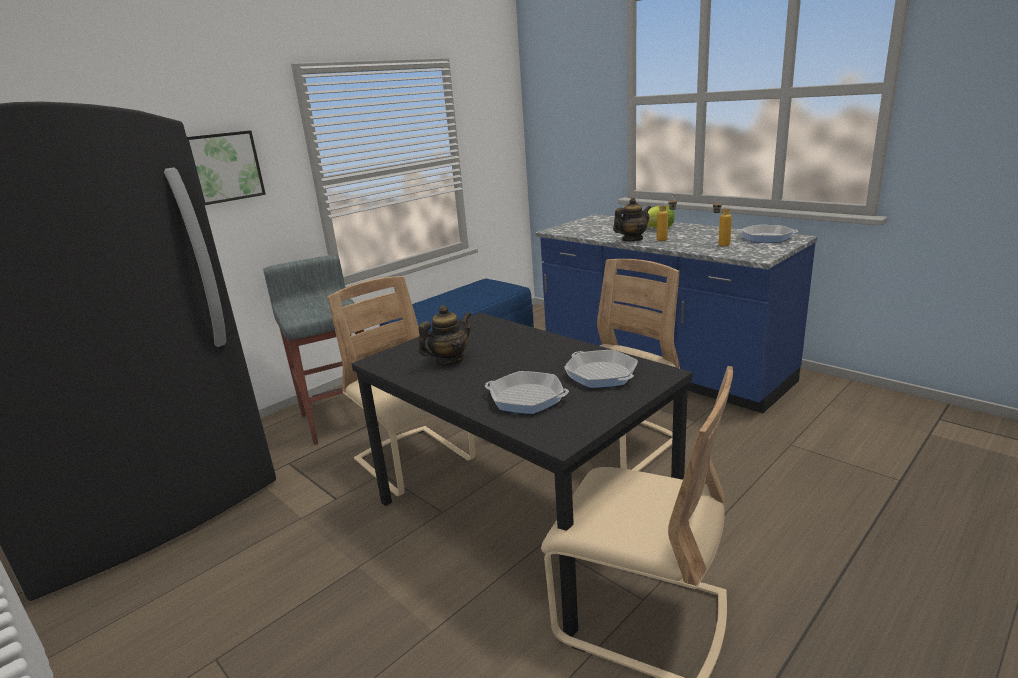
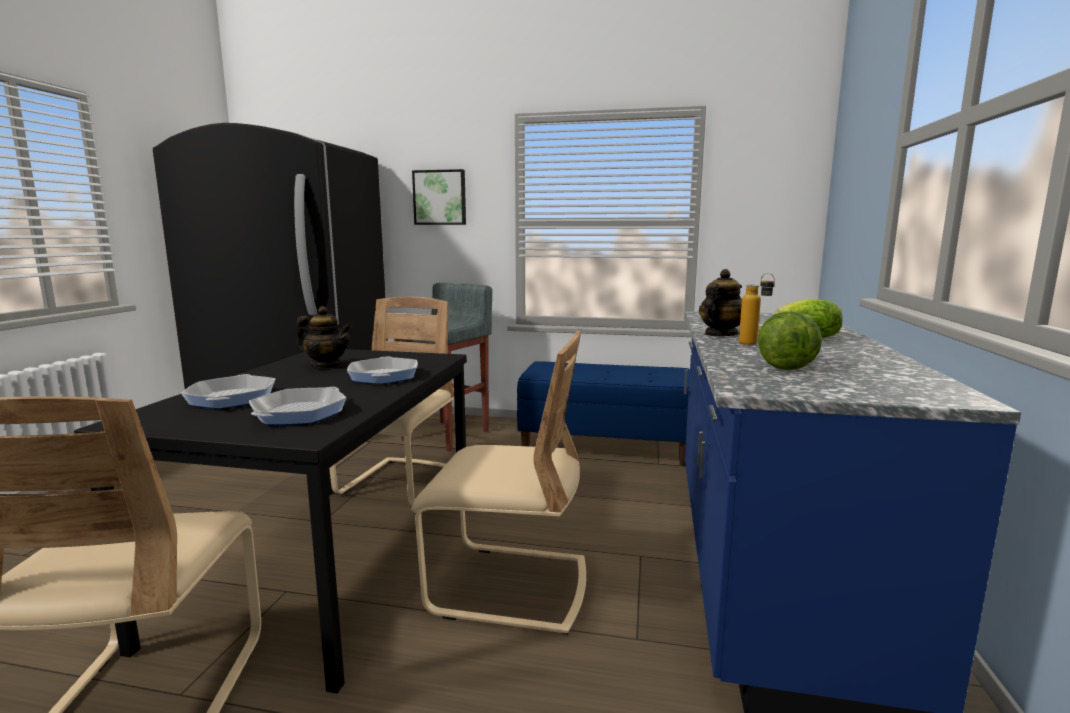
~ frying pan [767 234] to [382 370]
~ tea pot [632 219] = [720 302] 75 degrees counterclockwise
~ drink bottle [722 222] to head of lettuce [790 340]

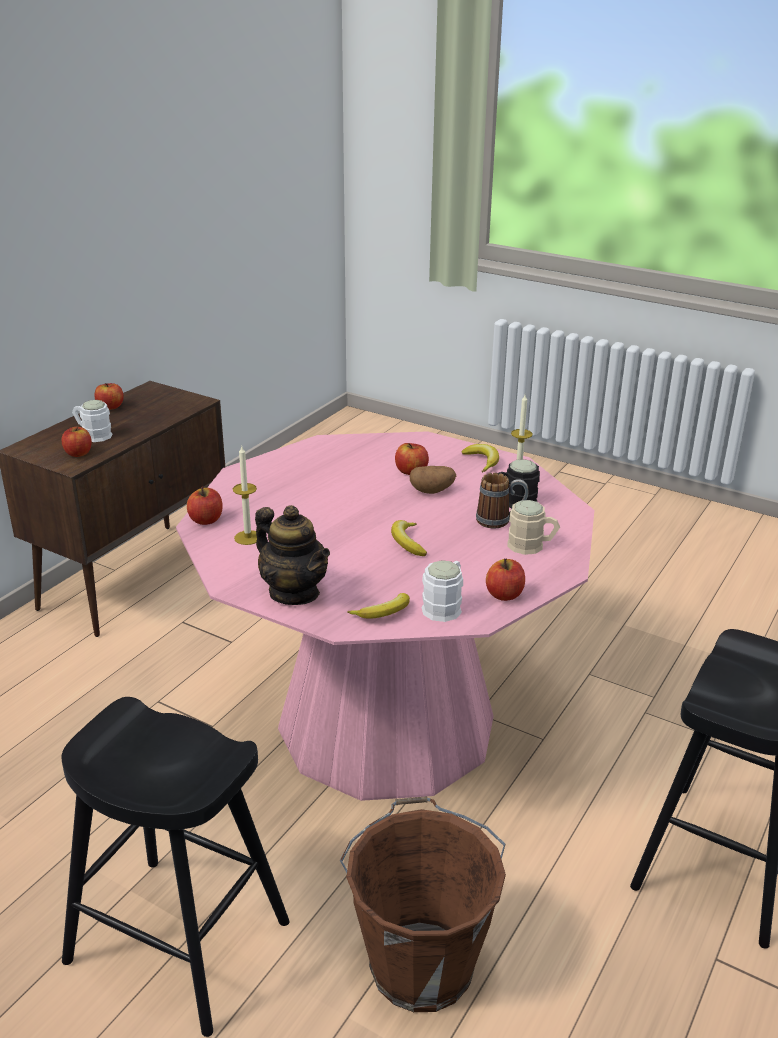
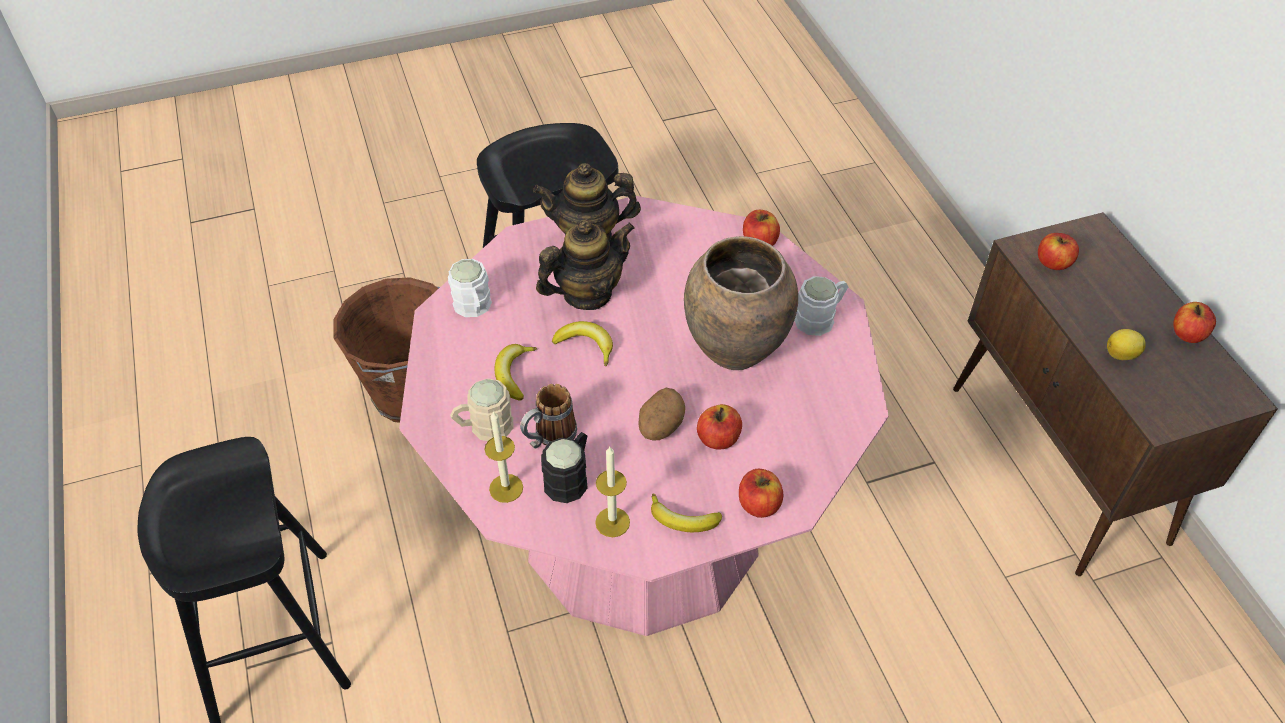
~ wax light [245 495] to [503 456]
~ banana [378 606] to [516 372]
+ tea pot [585 264]
+ flower vase (brownish) [741 303]
~ apple fruit [505 579] to [761 493]
~ tea mug (white-coloured) [92 421] to [821 306]
+ whole lemon [1126 344]

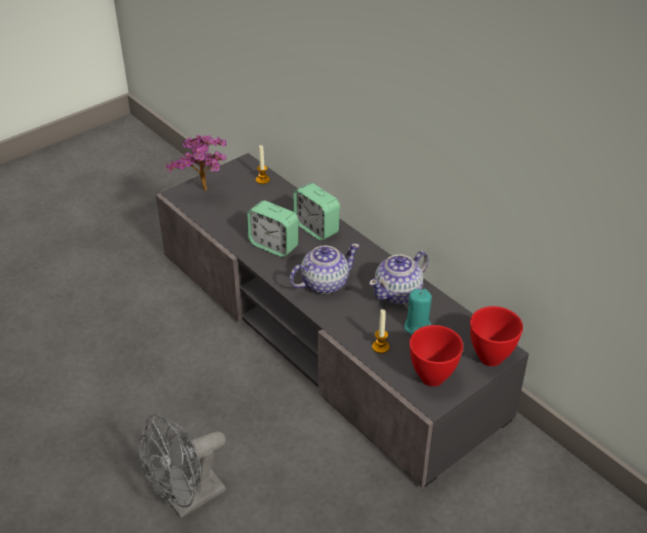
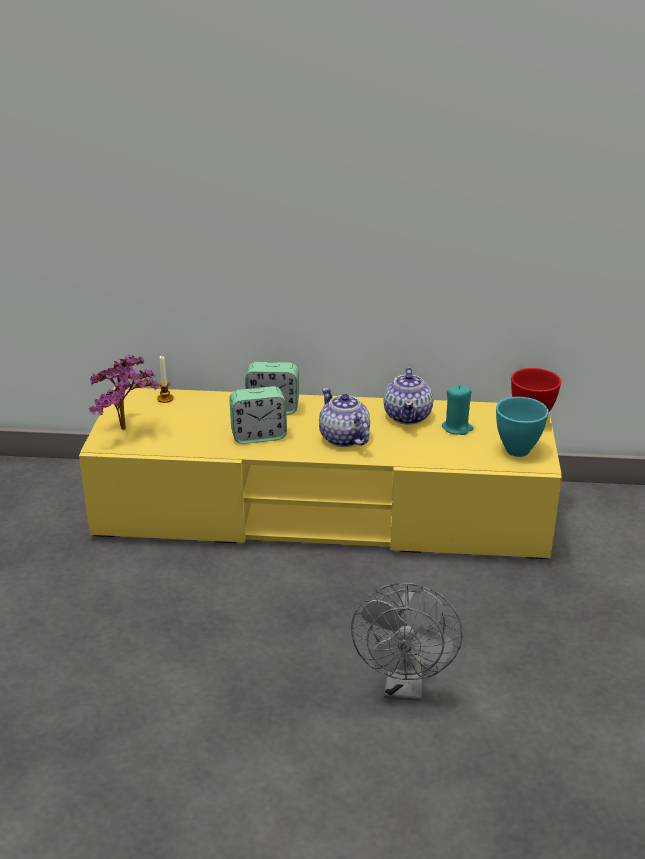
~ tv stand (greyish) [342 320] to tv stand (yellow) [320 473]
~ tea pot [324 268] = [344 417] 45 degrees counterclockwise
~ bowl (reddish) [436 356] to bowl (blue-green) [522 427]
- wax light [381 331]

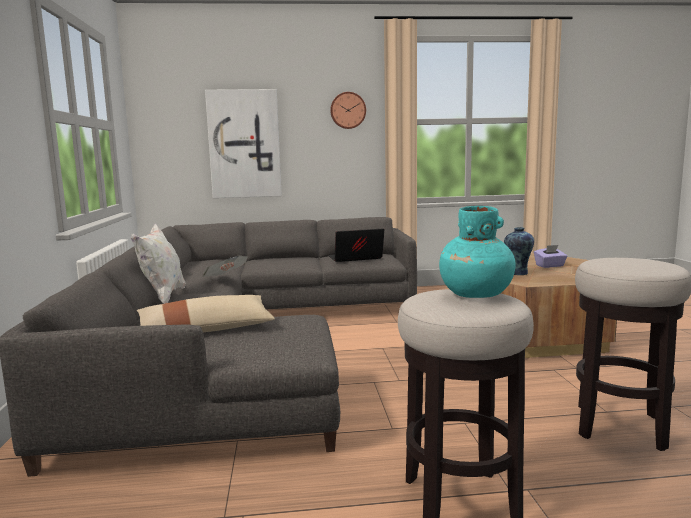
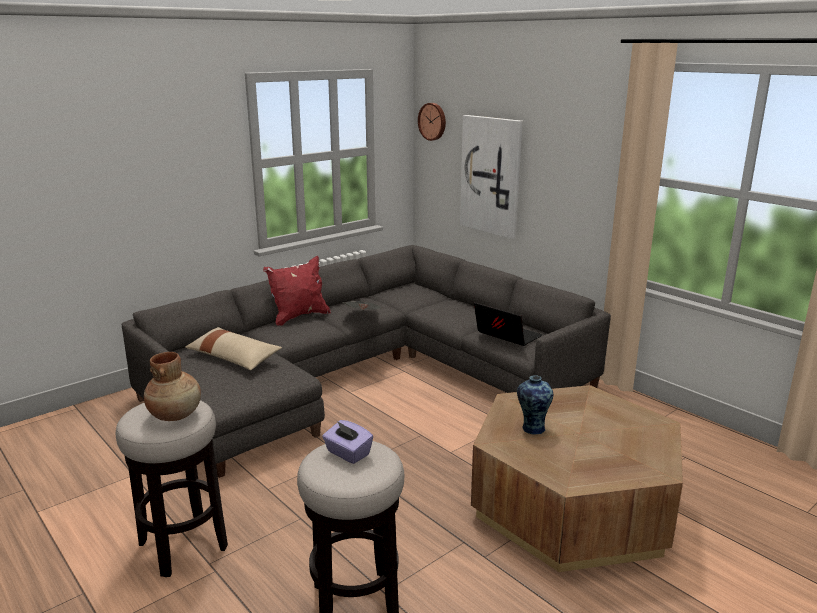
~ flower vase (blue-green) [477 252] to flower vase (brownish) [172 386]
~ cushion (white-coloured) [158 264] to cushion (reddish) [297 291]
~ tissue box (purplish) [551 256] to [347 442]
~ hanging clock [348 110] to [432 122]

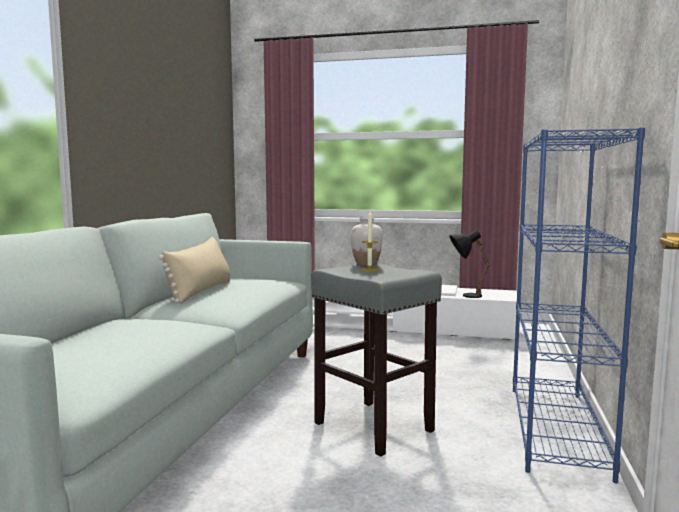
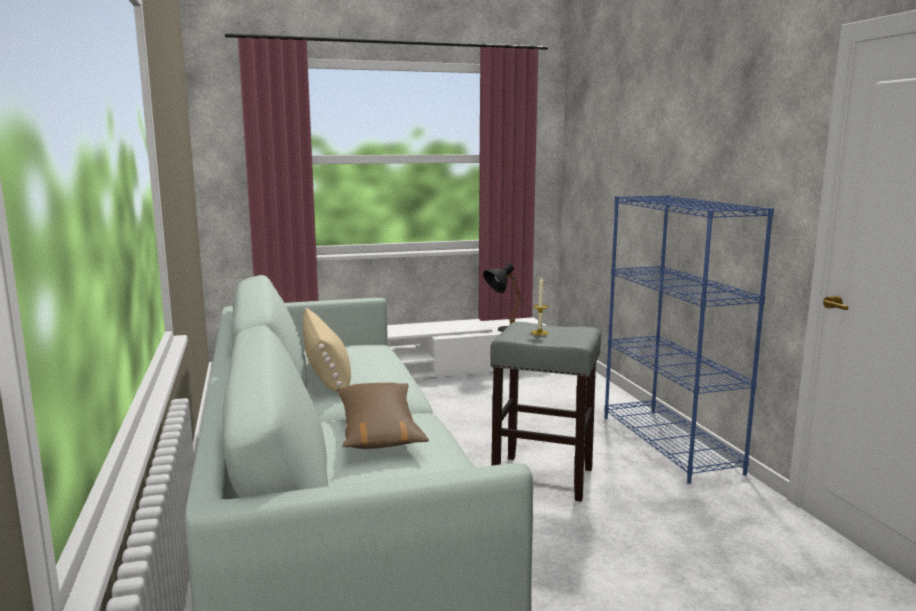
+ cushion (brownish) [383 415]
- flower vase (white-coloured) [367 241]

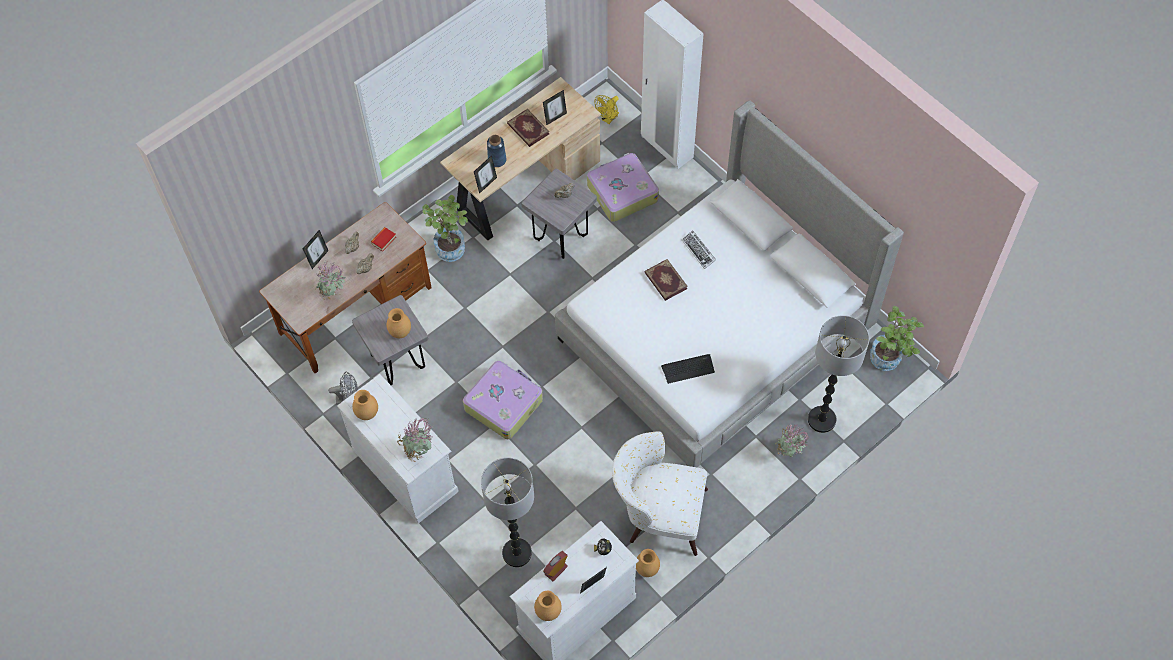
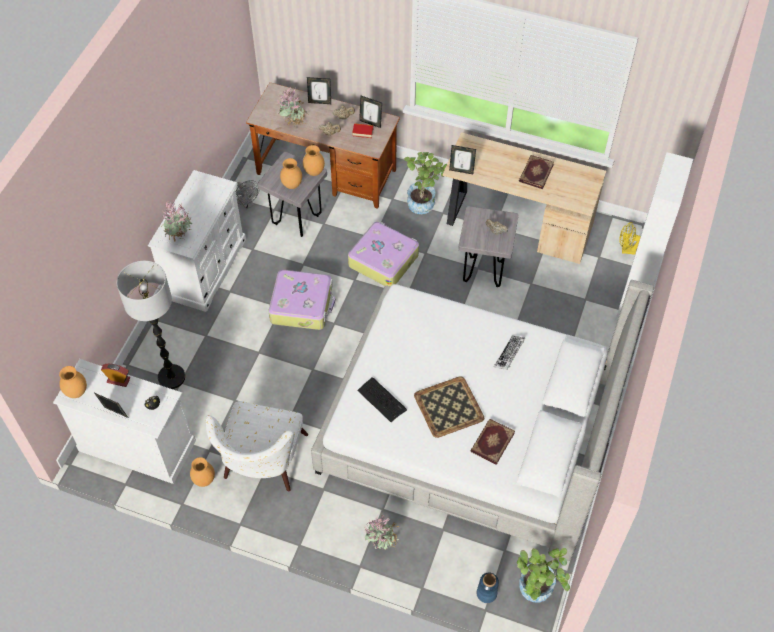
~ easy chair (white-coloured) [660 493] = [257 446] 150 degrees counterclockwise
~ flower vase (brownish) [365 405] to [314 160]
~ piece of luggage [623 187] to [383 254]
~ standing frame [555 107] to [370 111]
+ carrying tray [449 407]
~ volume [666 280] to [492 442]
~ flower vase (bluish) [496 151] to [487 588]
- standing lamp [838 374]

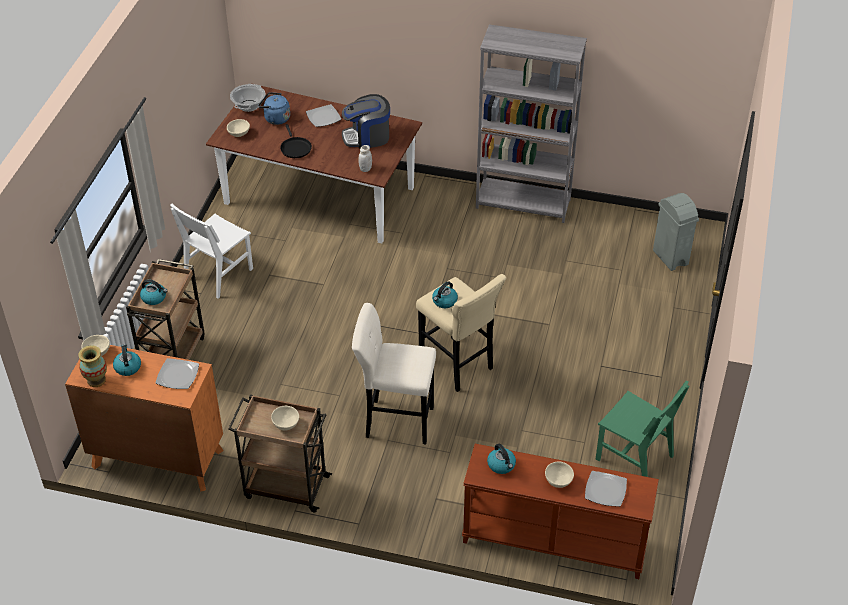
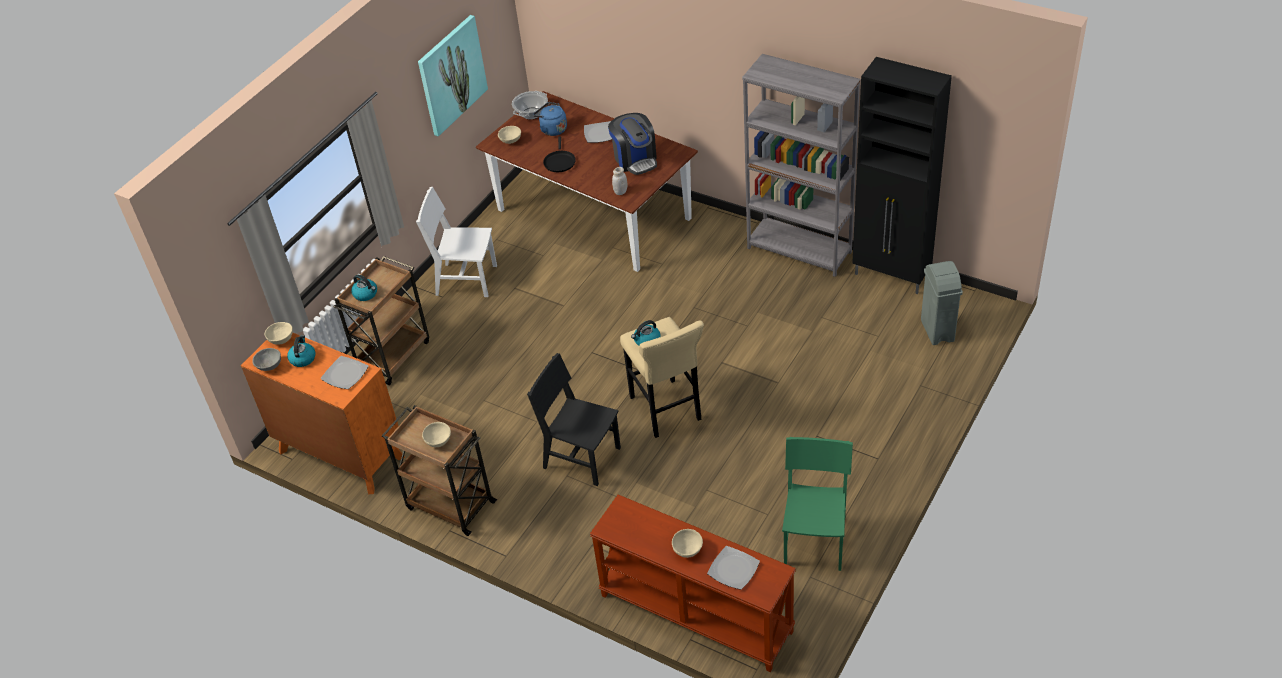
~ flower vase [92 366] to bowl (greyish) [266 359]
~ chair (white-coloured) [211 251] = [456 242] 45 degrees clockwise
+ wall art [453 76]
~ stool (beige) [394 374] to chair (black) [574 419]
~ coffee brewer [366 121] = [632 144] 120 degrees counterclockwise
~ chair (green) [642 428] = [817 504] 135 degrees counterclockwise
+ storage cabinet (black) [902 175]
- water kettle [501 459]

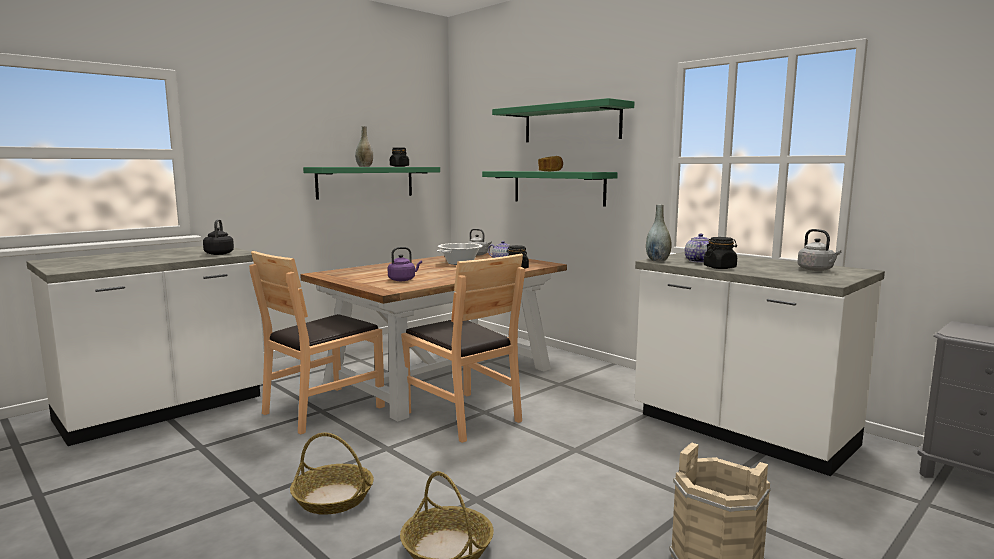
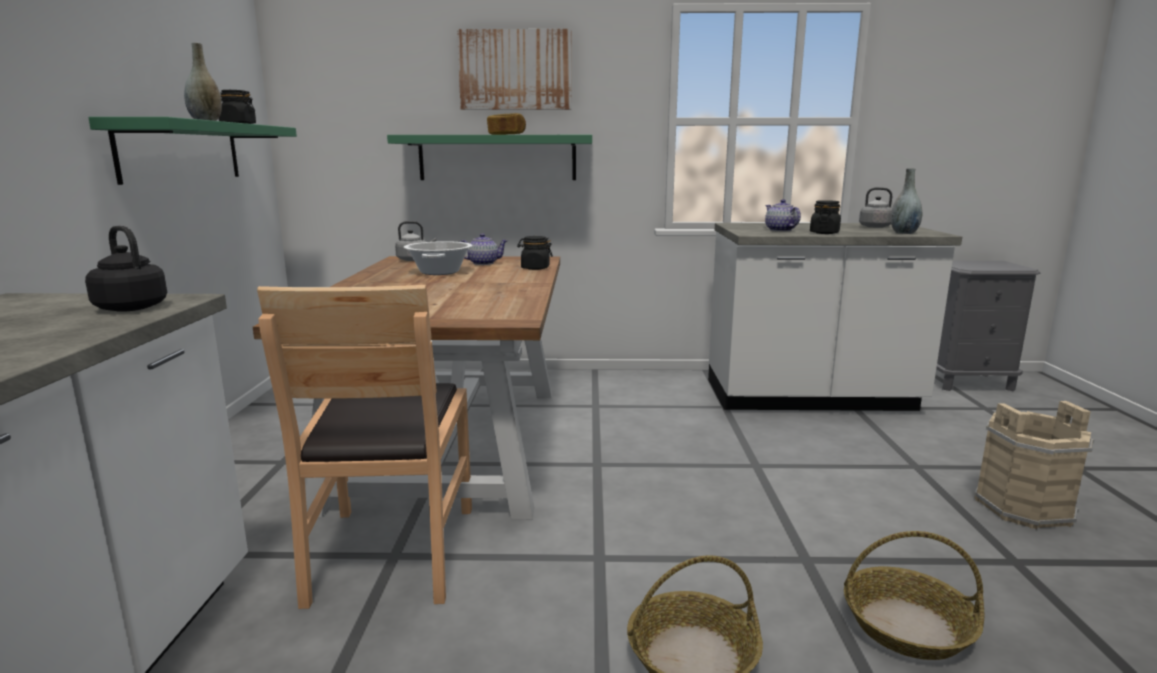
~ bracket shelf (green) [563 120] to wall art [514 69]
~ flower vase (greyish) [659 233] to [906 201]
- water kettle (purplish) [405 264]
- chair (brownish) [463 348]

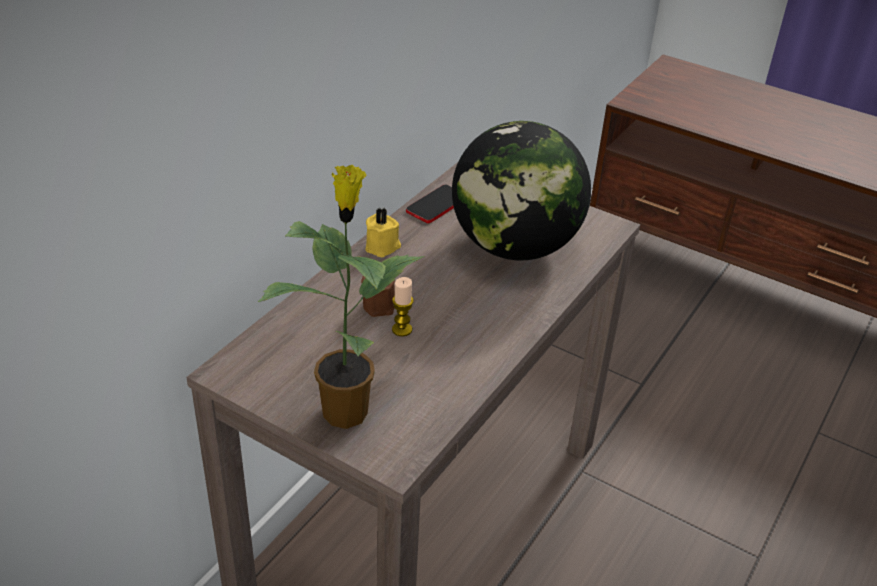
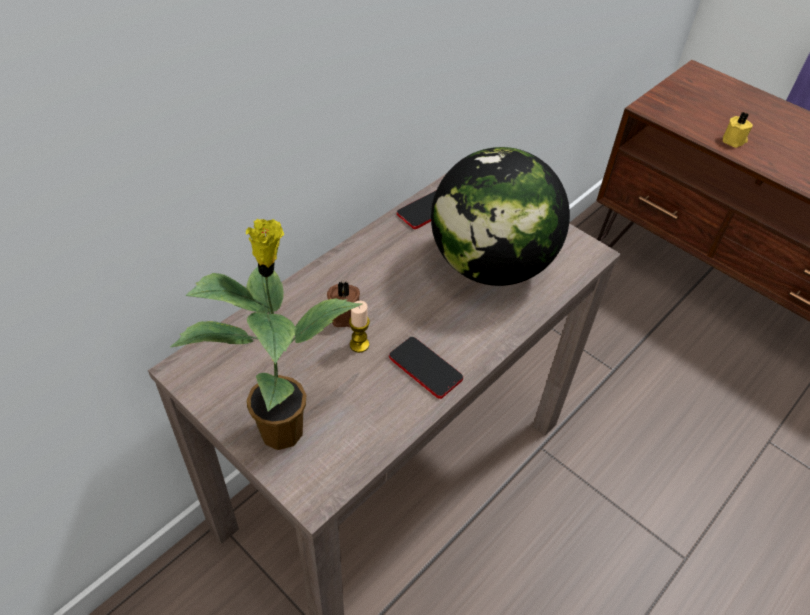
+ phone [426 368]
~ wax light (yellow) [383 232] to [738 130]

